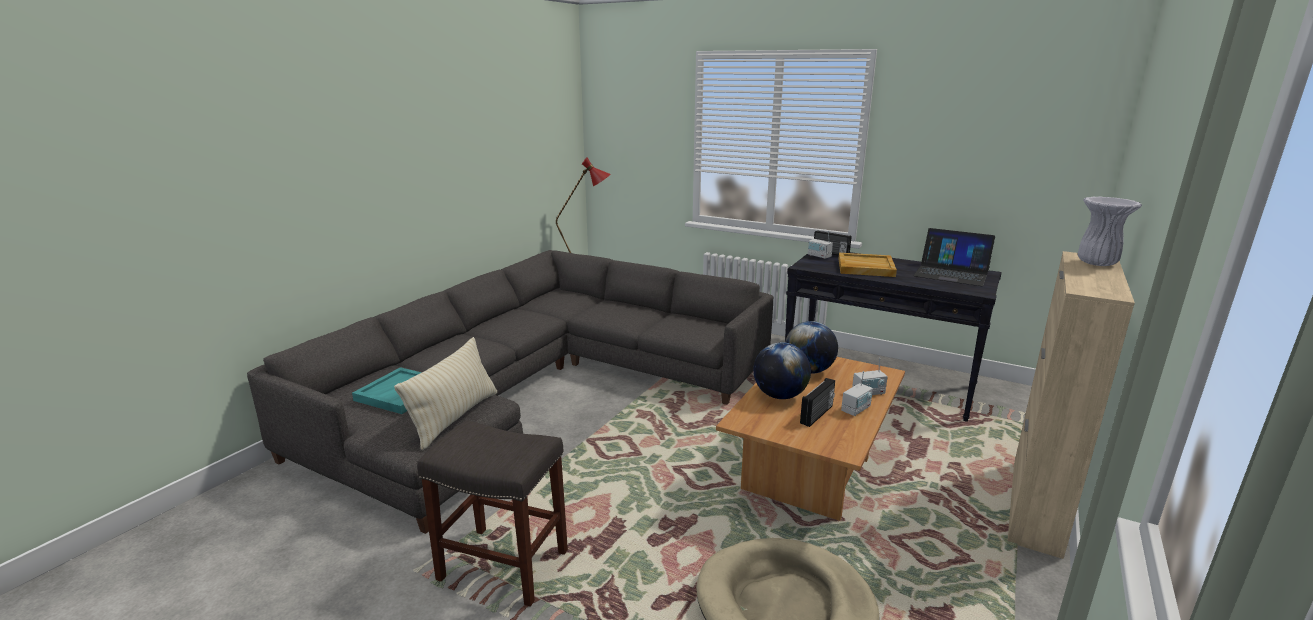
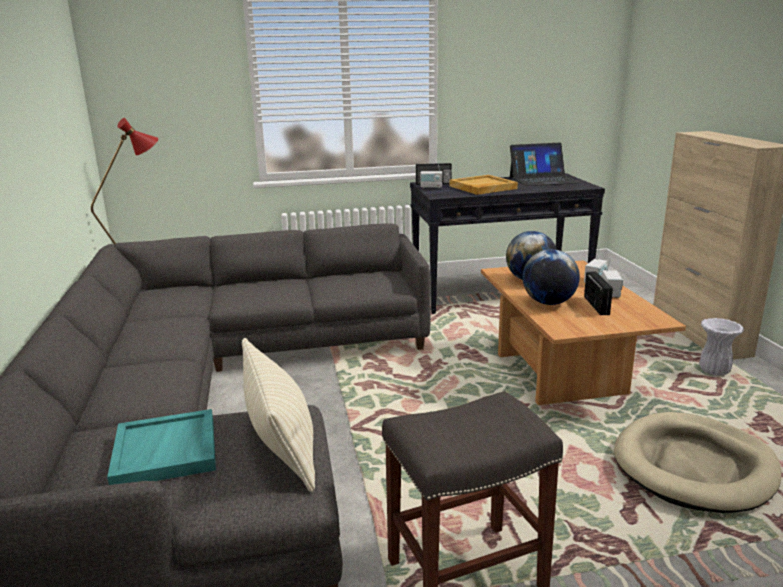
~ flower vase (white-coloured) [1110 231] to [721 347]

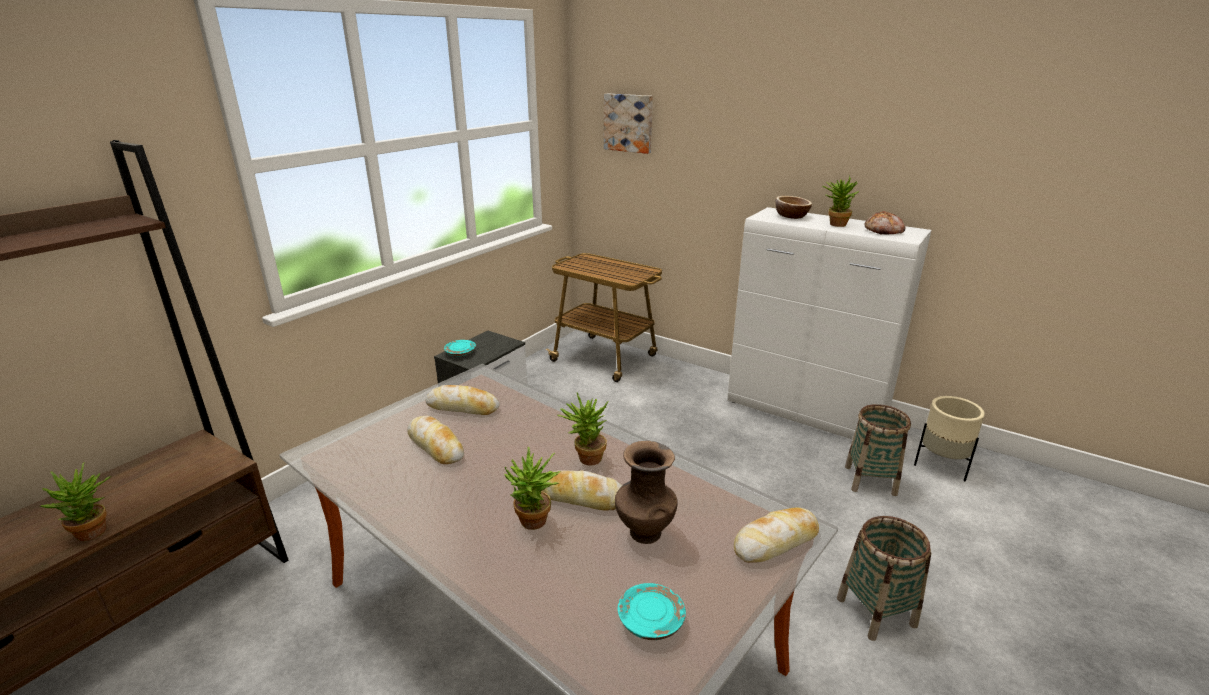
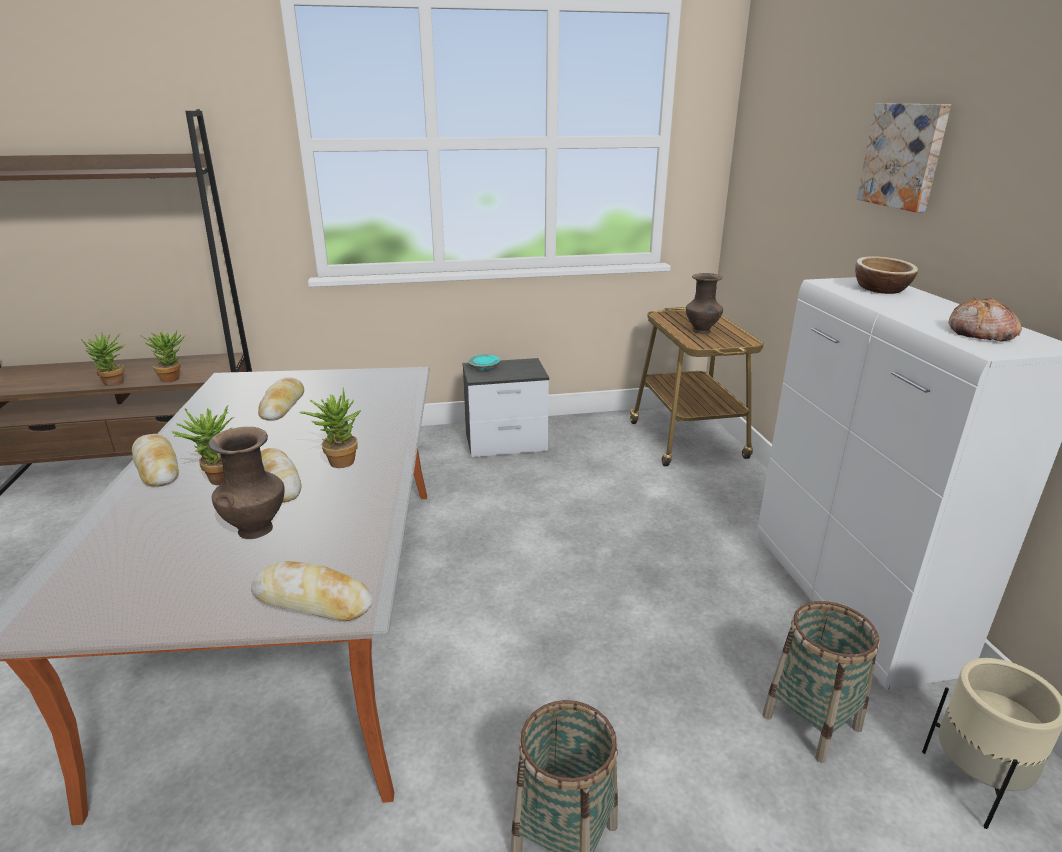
~ bread [463 400] to [155 460]
~ houseplant [840 201] to [161 357]
+ flower vase (brownish) [704 303]
~ wall art [628 124] to [904 157]
- flat dish (blue-green) [652 611]

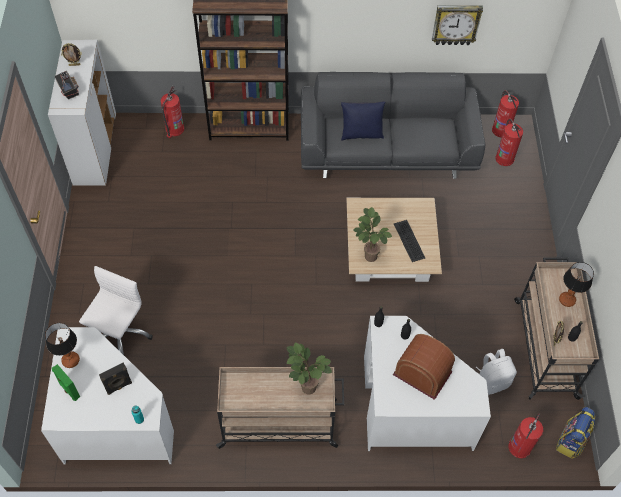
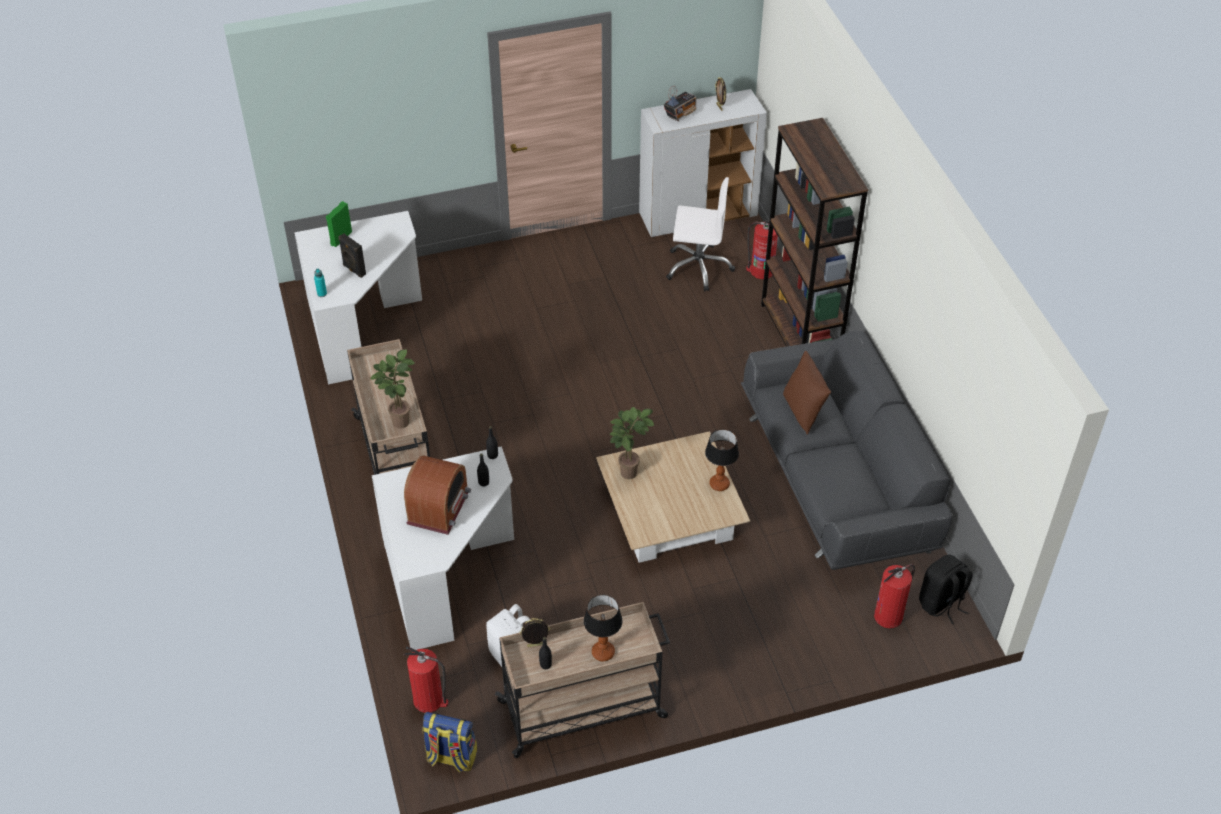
~ computer chair (white-coloured) [116 310] to [700 234]
~ table lamp [62 345] to [722 460]
~ cushion (bluish) [363 120] to cushion (brownish) [807 393]
~ extinguisher [505 114] to rucksack (black) [945 589]
- keyboard [409 241]
- hanging clock [457 25]

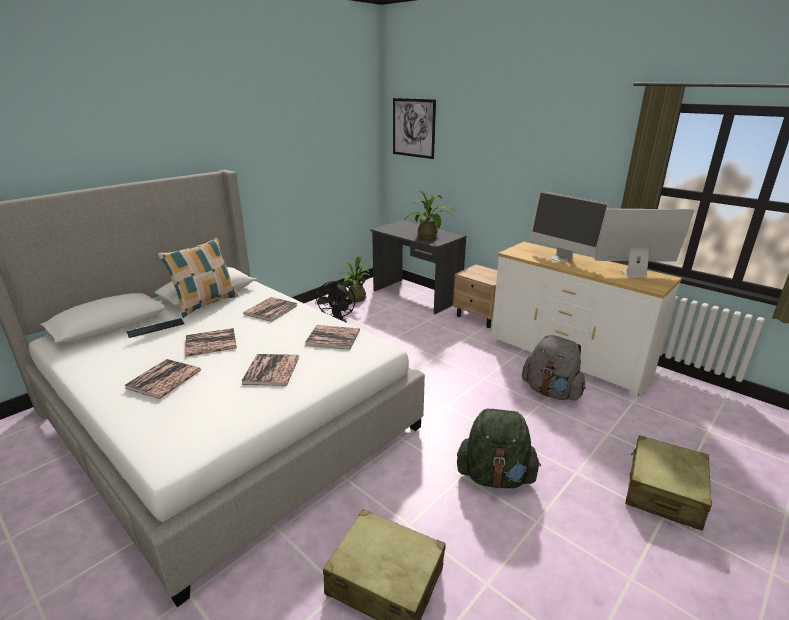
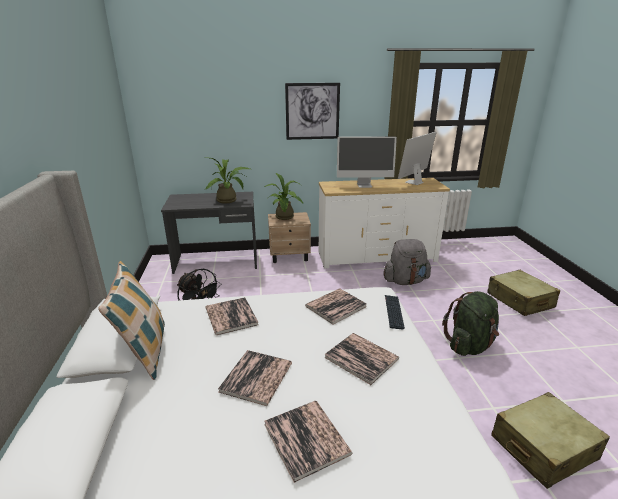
~ houseplant [355 278] to [283 196]
~ wall art [414 128] to [312 111]
~ keyboard [156 328] to [395 312]

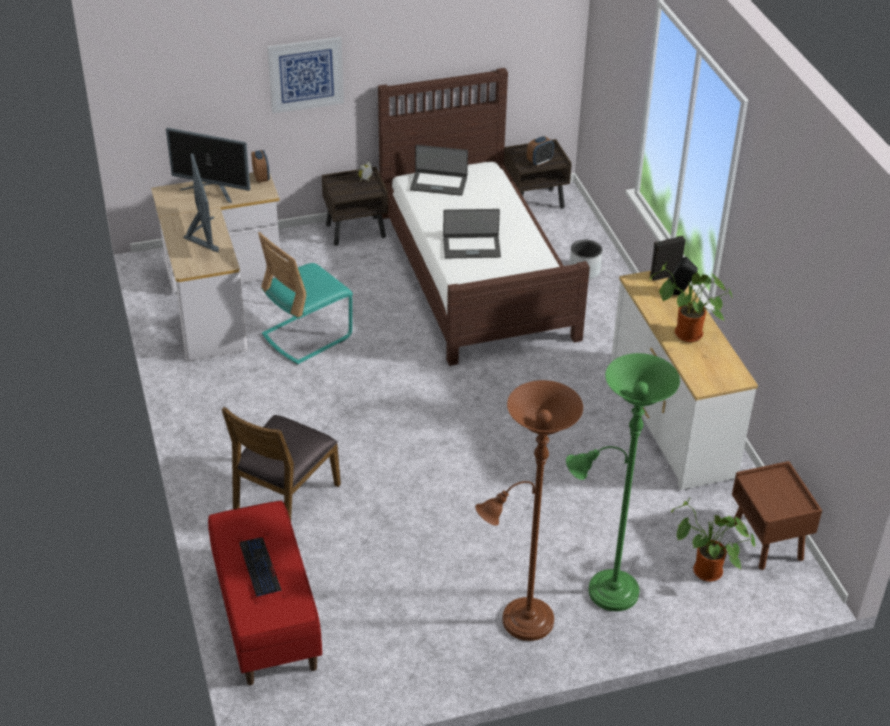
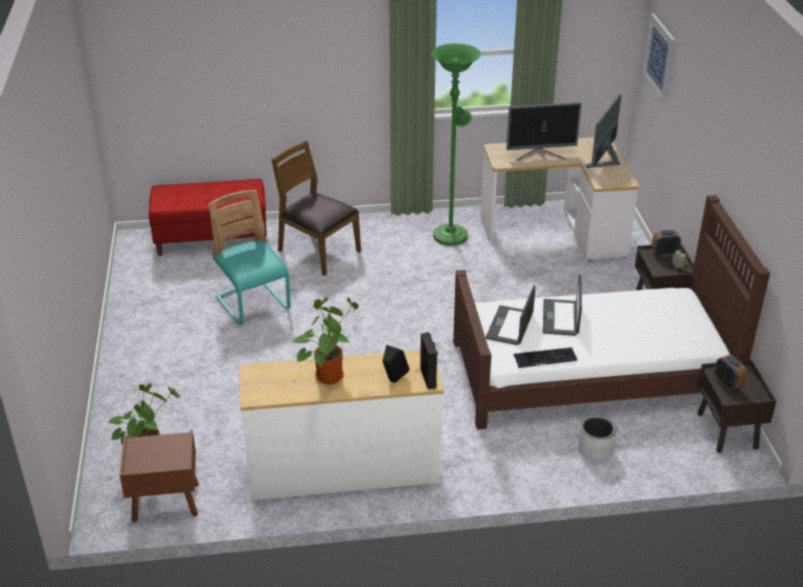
~ chair (blue-green) [305 298] to [249 257]
~ standing lamp (green) [623 482] to [456 144]
~ notebook computer [439 170] to [511 315]
~ keyboard [260 567] to [545 357]
~ wall art [305 75] to [659 58]
~ bedside clock [260 166] to [666 243]
- standing lamp (brownish) [529 510]

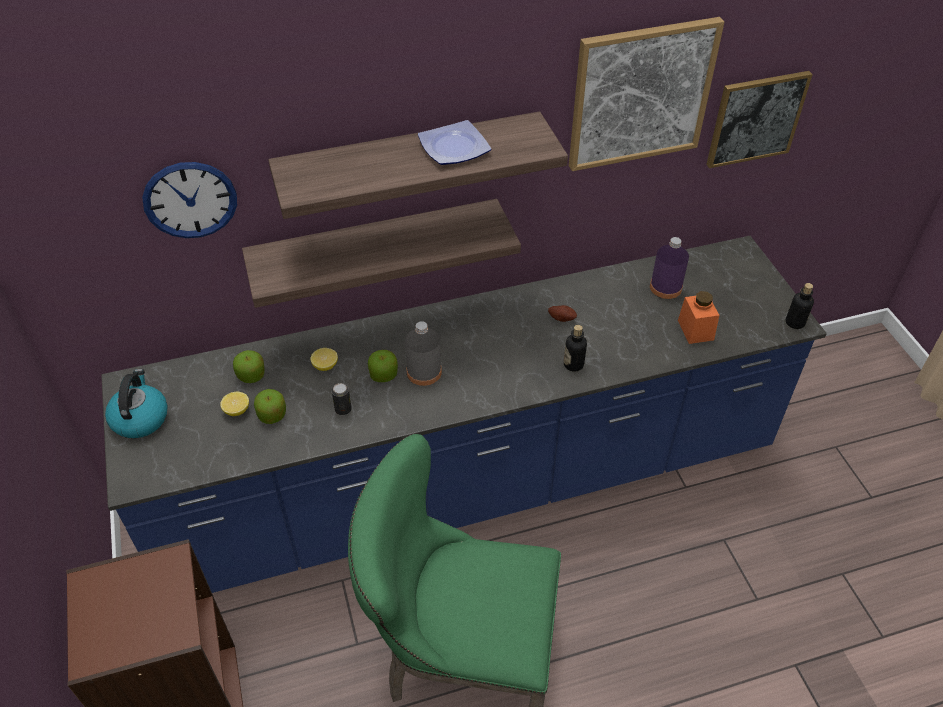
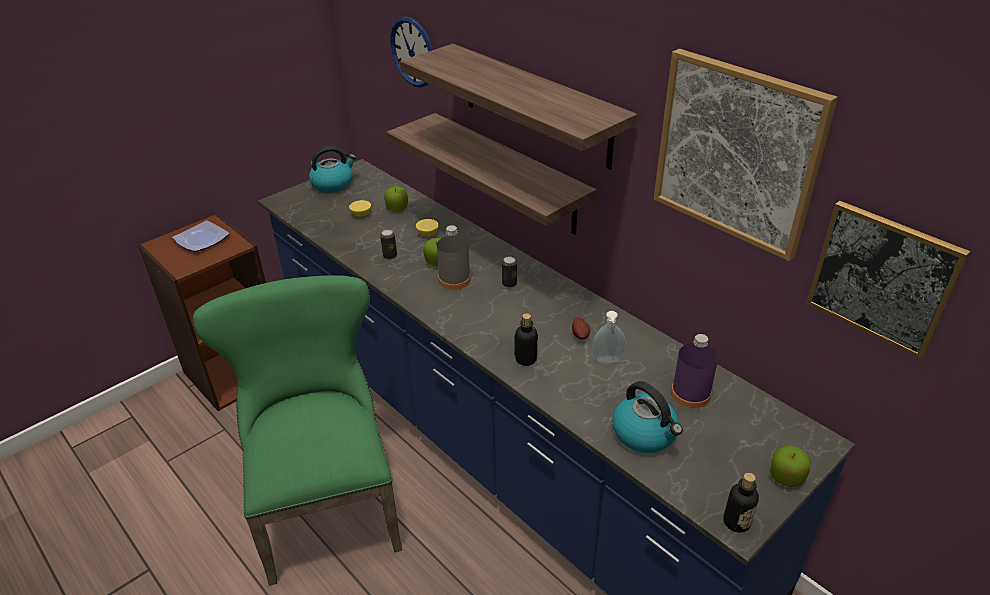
~ flat dish [454 142] to [201 236]
+ metal can [509 272]
+ soap dispenser [609 337]
~ preserve jar (orangey) [698 317] to water kettle [647 417]
~ apple fruit [270 406] to [790 466]

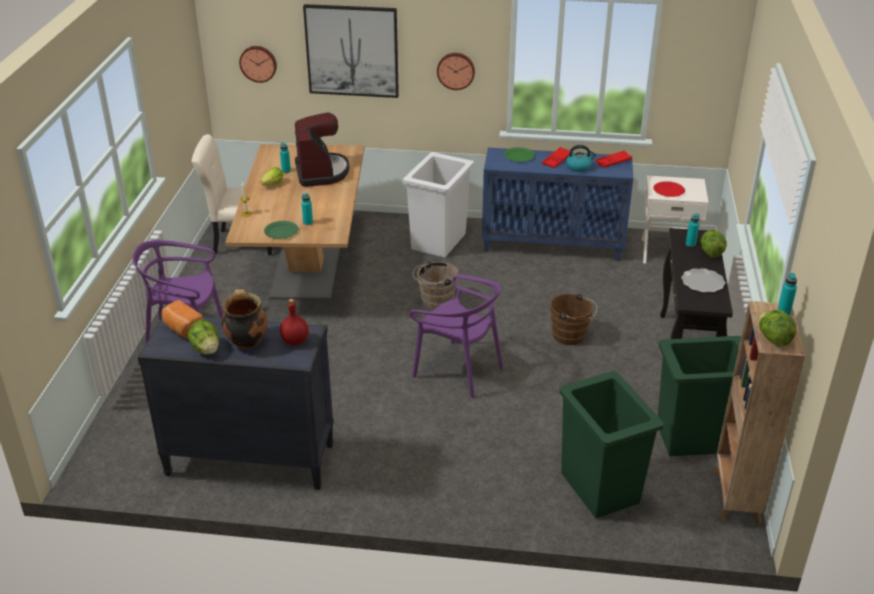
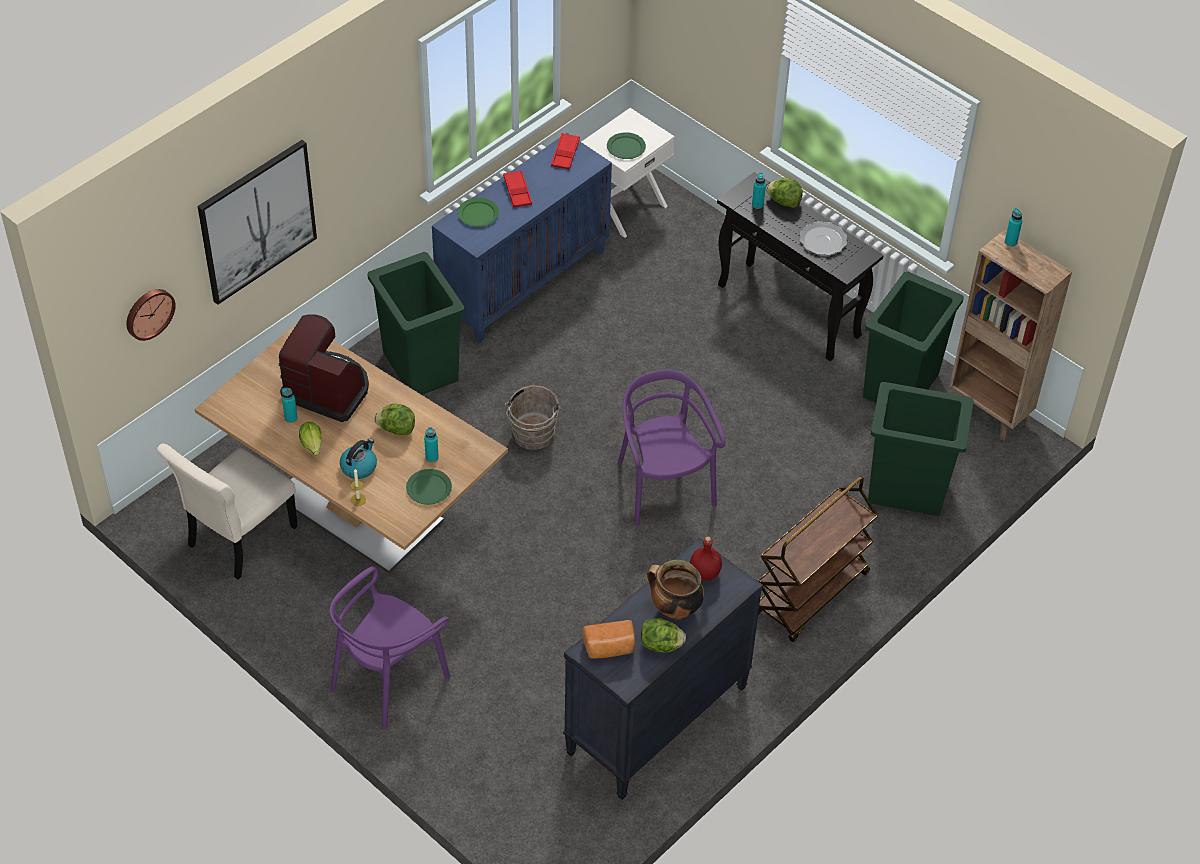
~ water kettle [581 158] to [358 459]
~ trash can (white-coloured) [438 205] to trash can (green) [415 323]
~ head of lettuce [777 328] to [394 419]
~ flat dish (reddish) [669 189] to flat dish (green) [626 145]
~ chair (purplish) [456 336] = [671 448] 90 degrees counterclockwise
+ trolley (brownish) [818 559]
- hanging clock [456 71]
- water bucket (brownish) [574 319]

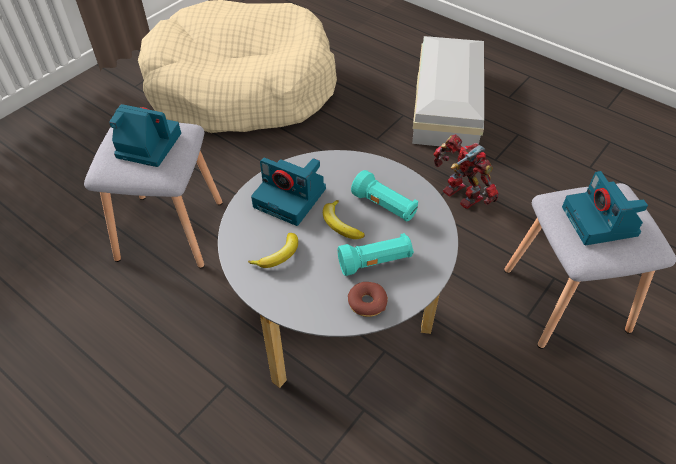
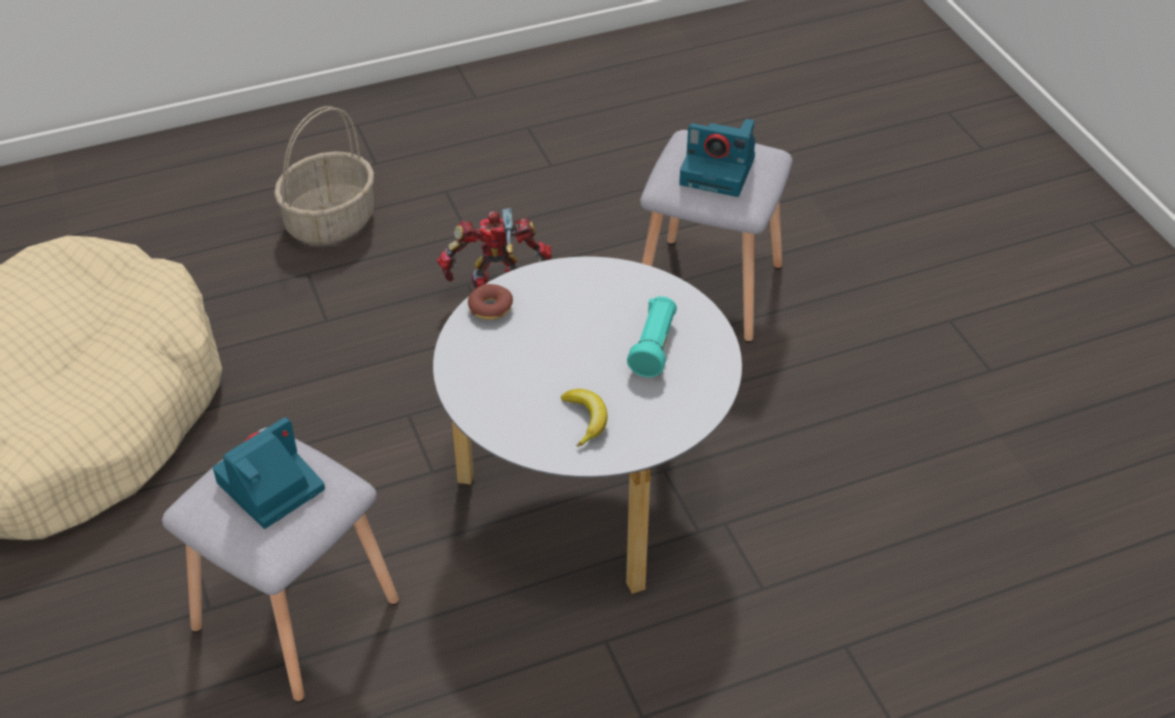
~ storage box (white-coloured) [448 91] to basket [324 175]
~ donut [368 299] to [490 302]
- still camera [288 192]
- banana [344 219]
- torch (blue-green) [384 195]

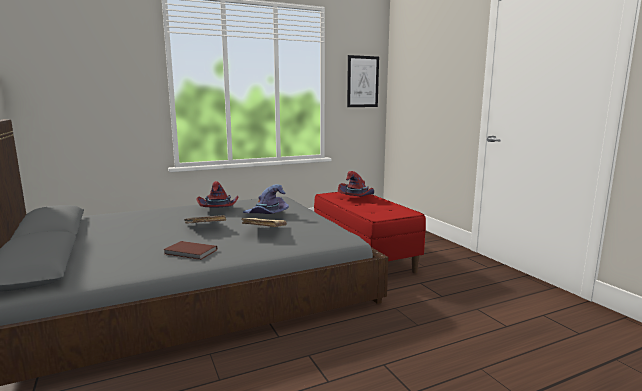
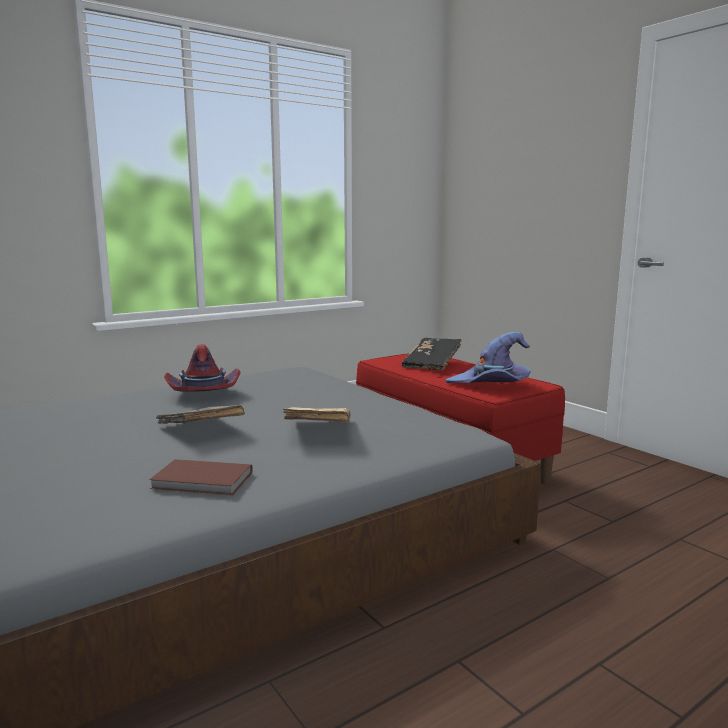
~ wearable hat (reddish) [356 183] to volume (black) [432 354]
~ wearable hat (purplish) [266 199] to [488 357]
- wall art [363 81]

